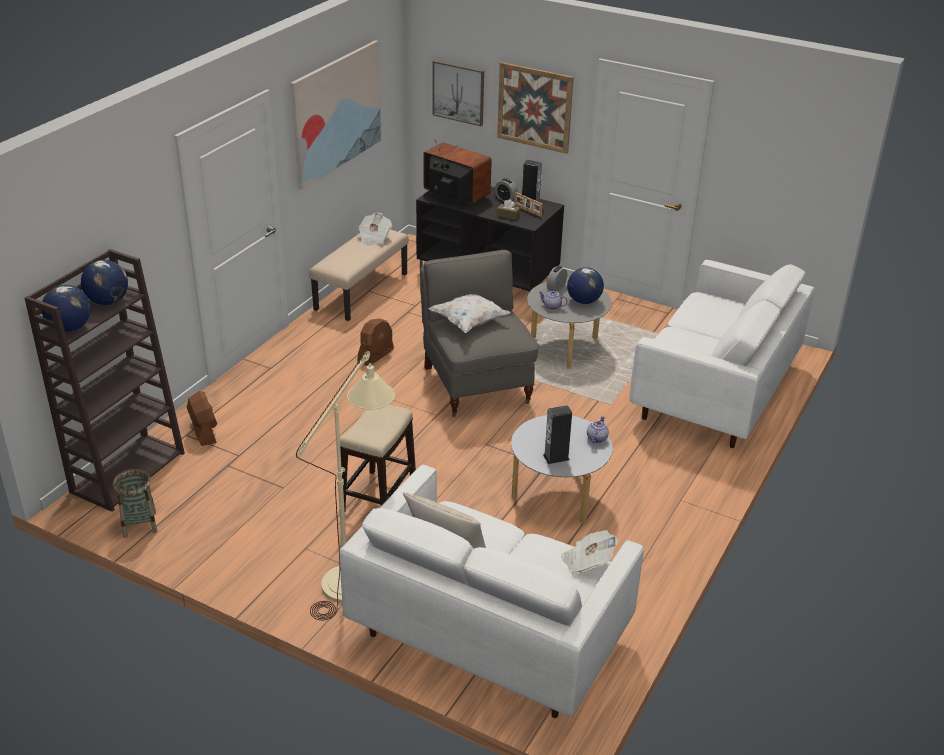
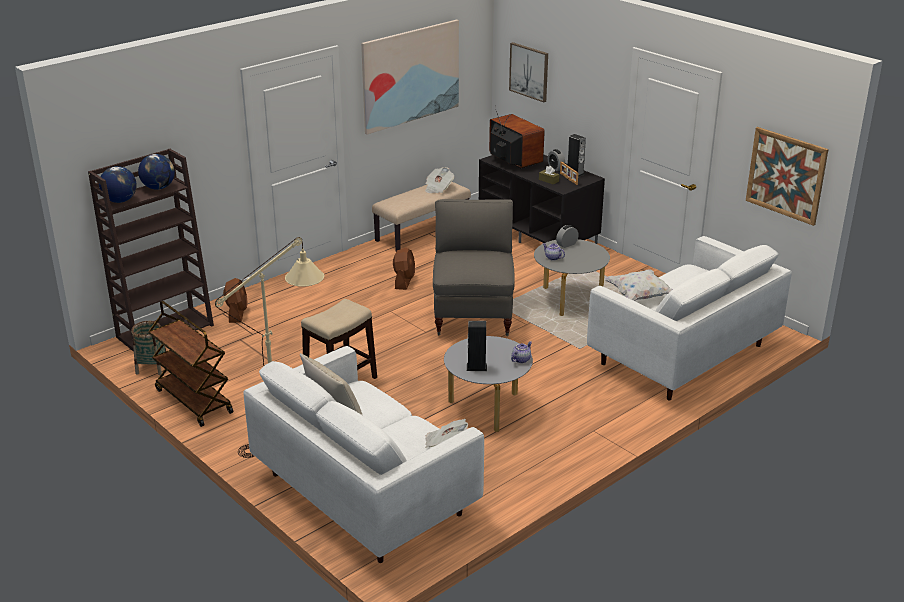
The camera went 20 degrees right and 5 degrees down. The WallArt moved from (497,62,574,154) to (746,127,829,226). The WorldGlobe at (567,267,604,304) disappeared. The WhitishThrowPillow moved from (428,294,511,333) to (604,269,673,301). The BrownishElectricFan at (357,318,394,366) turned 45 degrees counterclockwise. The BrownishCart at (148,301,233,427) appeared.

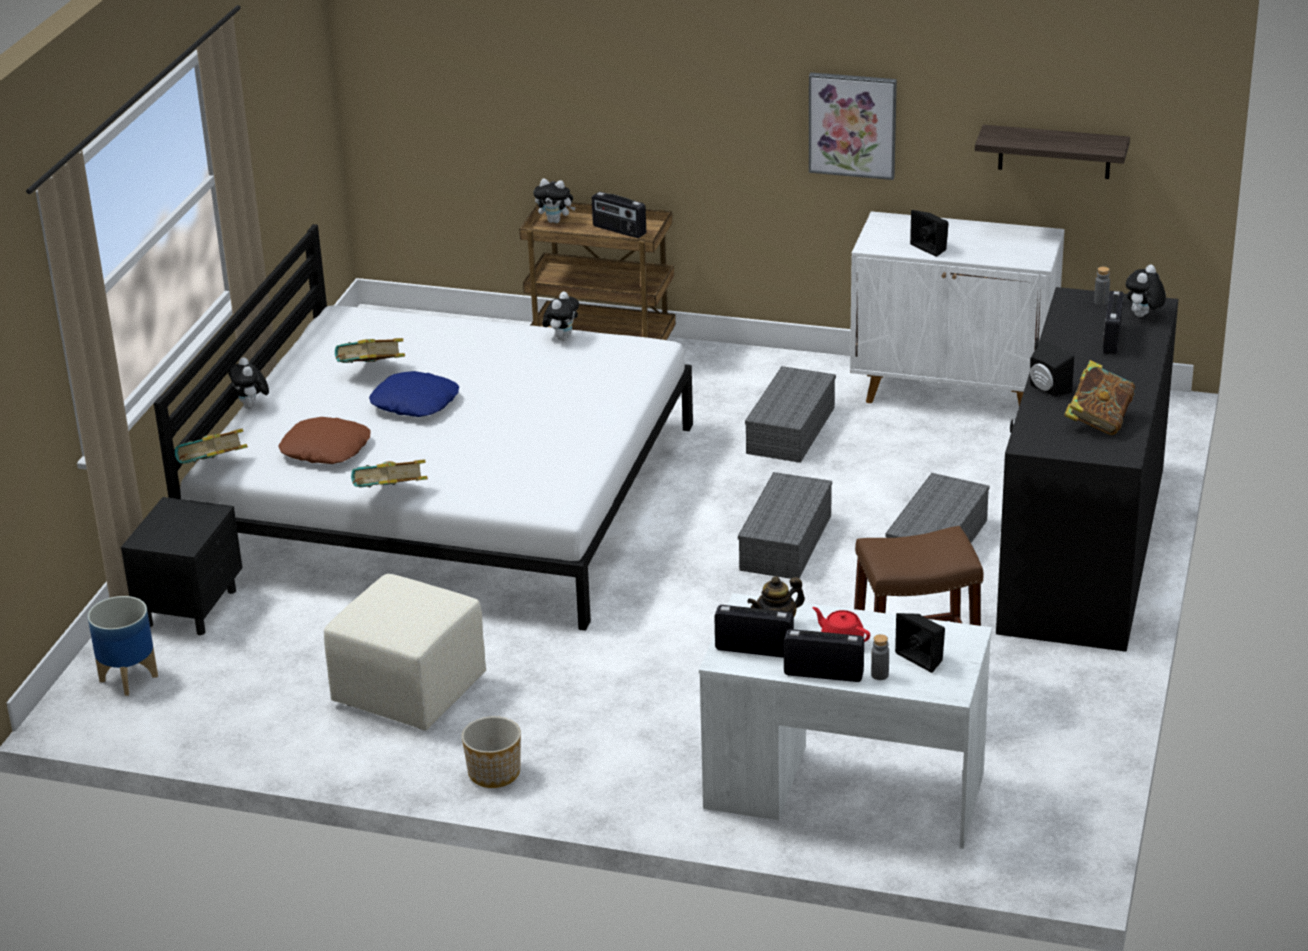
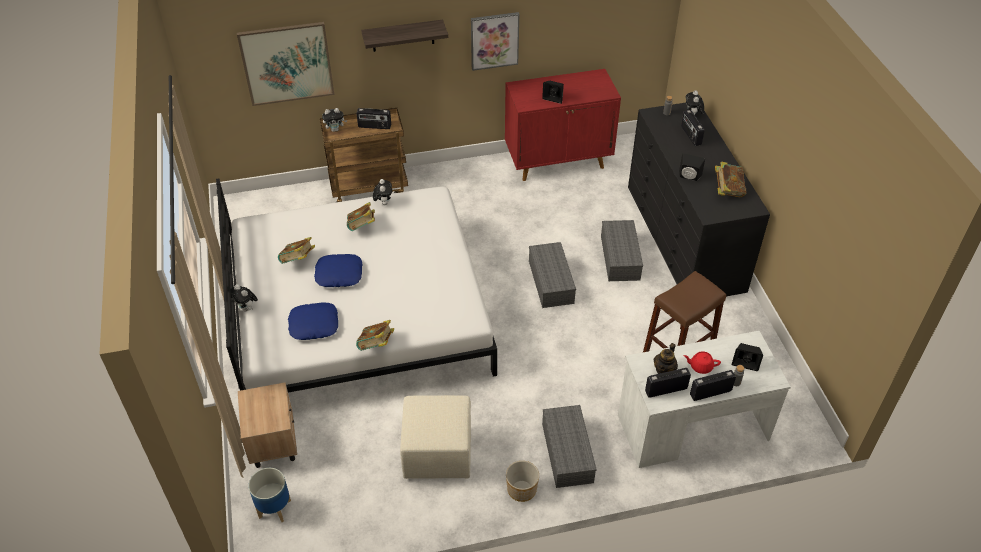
The camera went 30 degrees left and 15 degrees up. The WallShelf moved from (975,125,1130,179) to (361,20,448,52). The WhitishCabinet at (850,211,1065,406) became the RedCabinet at (505,69,621,181). The GrayStorageContainer moved from (745,366,836,463) to (542,405,597,488). The BrownishThrowPillow at (278,417,371,464) became the BluishThrowPillow at (288,303,338,340). The BoundBook moved from (175,429,248,464) to (347,202,375,231). The BlackColouredNightTable at (121,497,243,635) became the BeigeColouredNightTable at (238,383,297,468). The WallArt at (237,22,334,106) appeared.

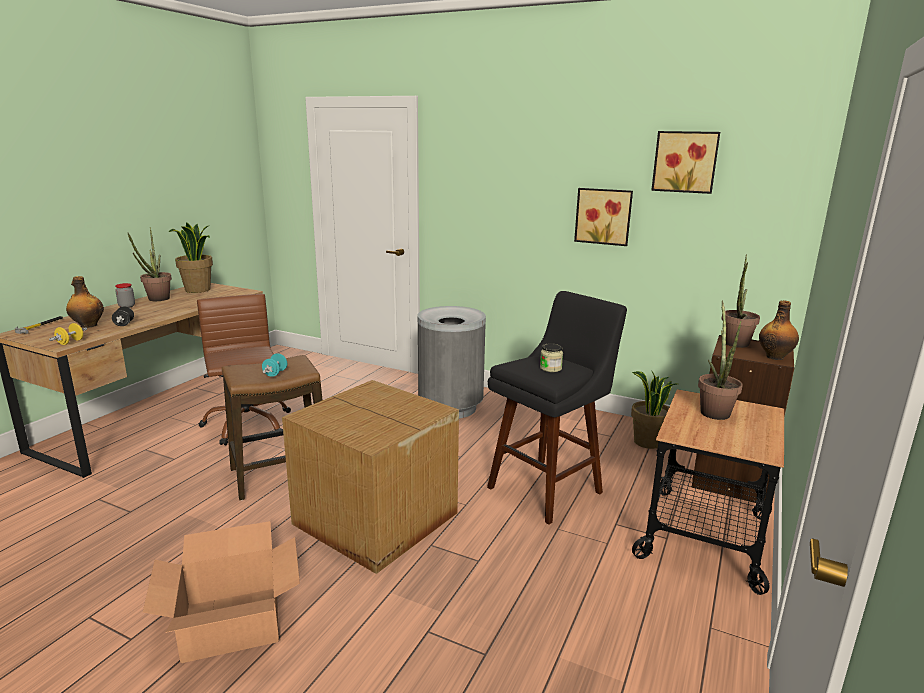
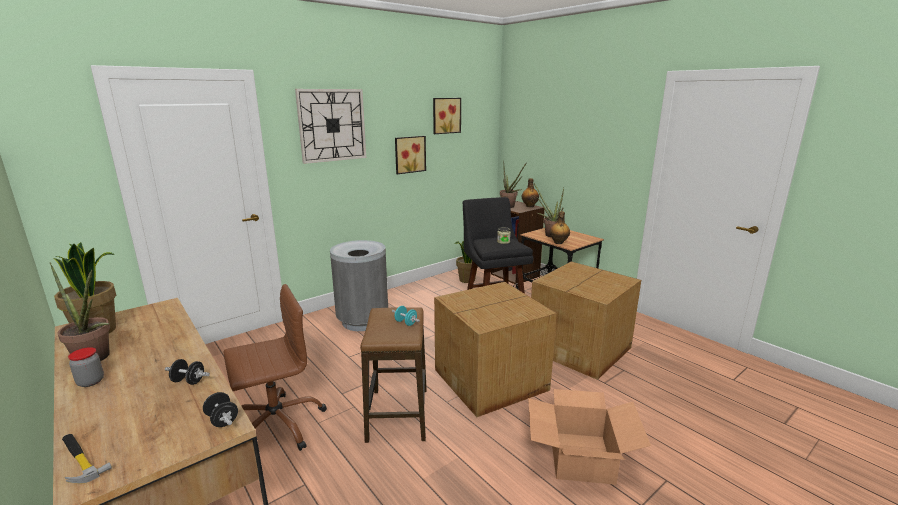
The camera went 65 degrees left and 0 degrees up. The DrinkBottle moved from (66,276,104,328) to (550,211,570,244). The BrownishOfficeChair at (197,294,291,445) turned 150 degrees clockwise. The YellowColouredDumbbell at (49,323,87,345) became the BlackColouredDumbbell at (203,392,238,427). The ClockOnTheWall at (295,89,366,164) appeared. The CardboardBox at (531,262,641,380) appeared.

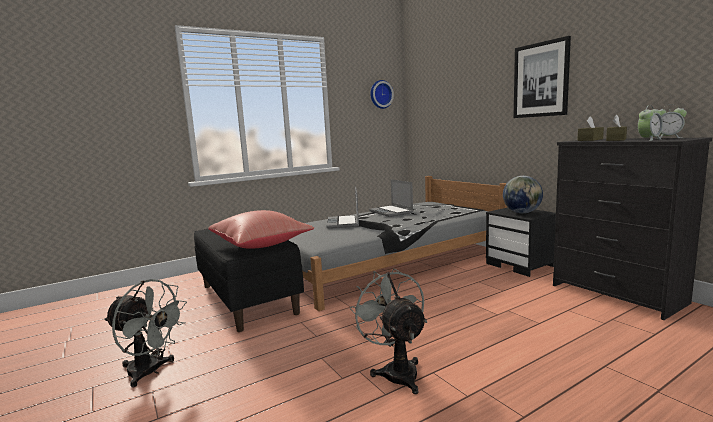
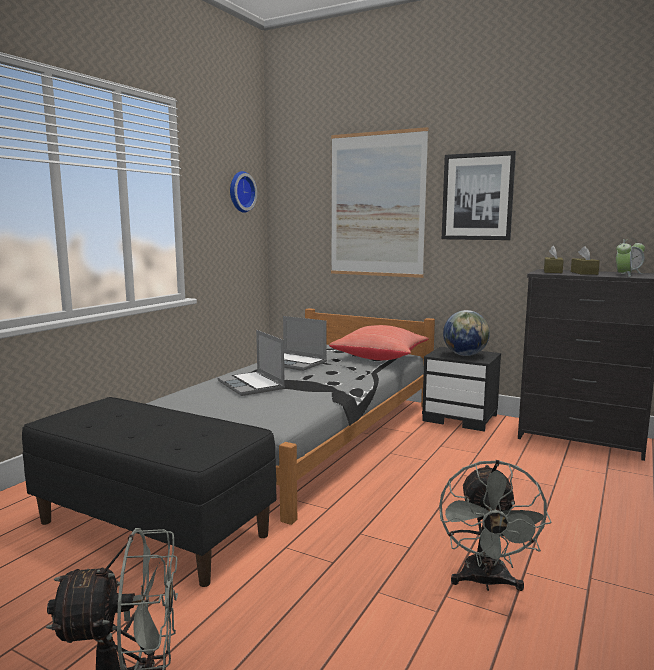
The camera went 30 degrees left and 0 degrees up. The RedThrowPillow moved from (208,210,314,249) to (329,325,429,360). The GrayElectricFan at (350,268,427,394) turned 120 degrees counterclockwise. The WallArt at (331,127,428,278) appeared.

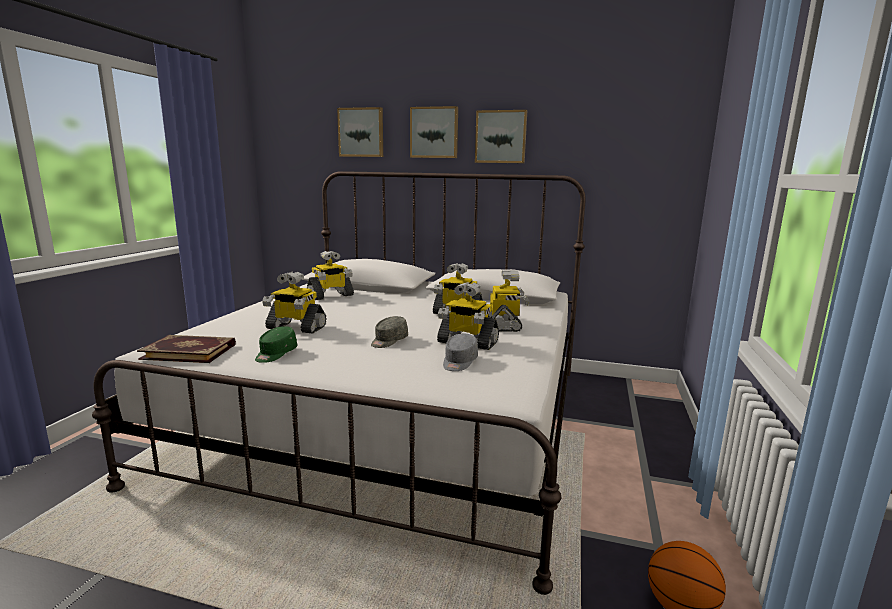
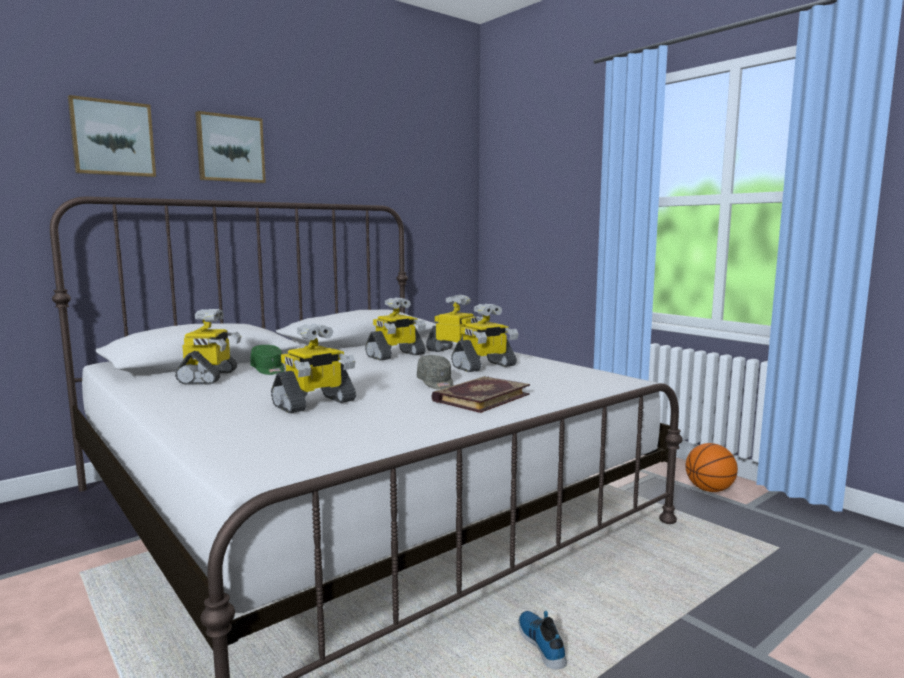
The camera went 55 degrees left and 5 degrees down. The WallArt at (475,110,527,163) disappeared. The GreenColouredCap moved from (255,326,297,363) to (250,345,285,375). The GrayCap at (443,334,478,371) disappeared. The BoundBook moved from (137,335,236,363) to (431,376,530,413). The ItemOfFootwear at (518,611,567,669) appeared.

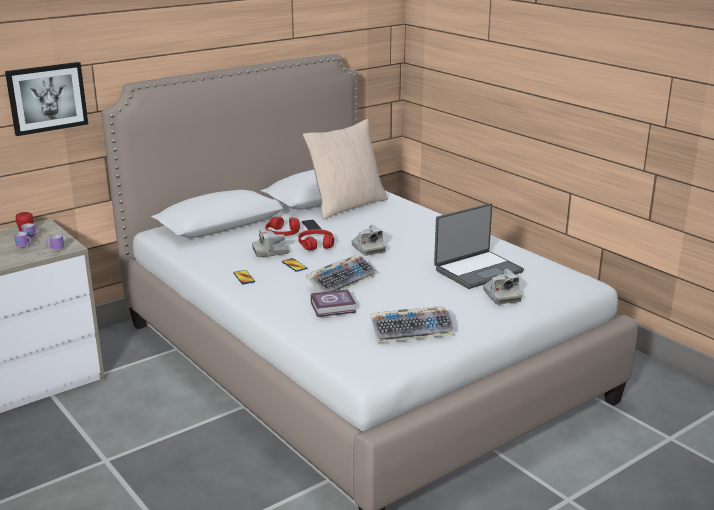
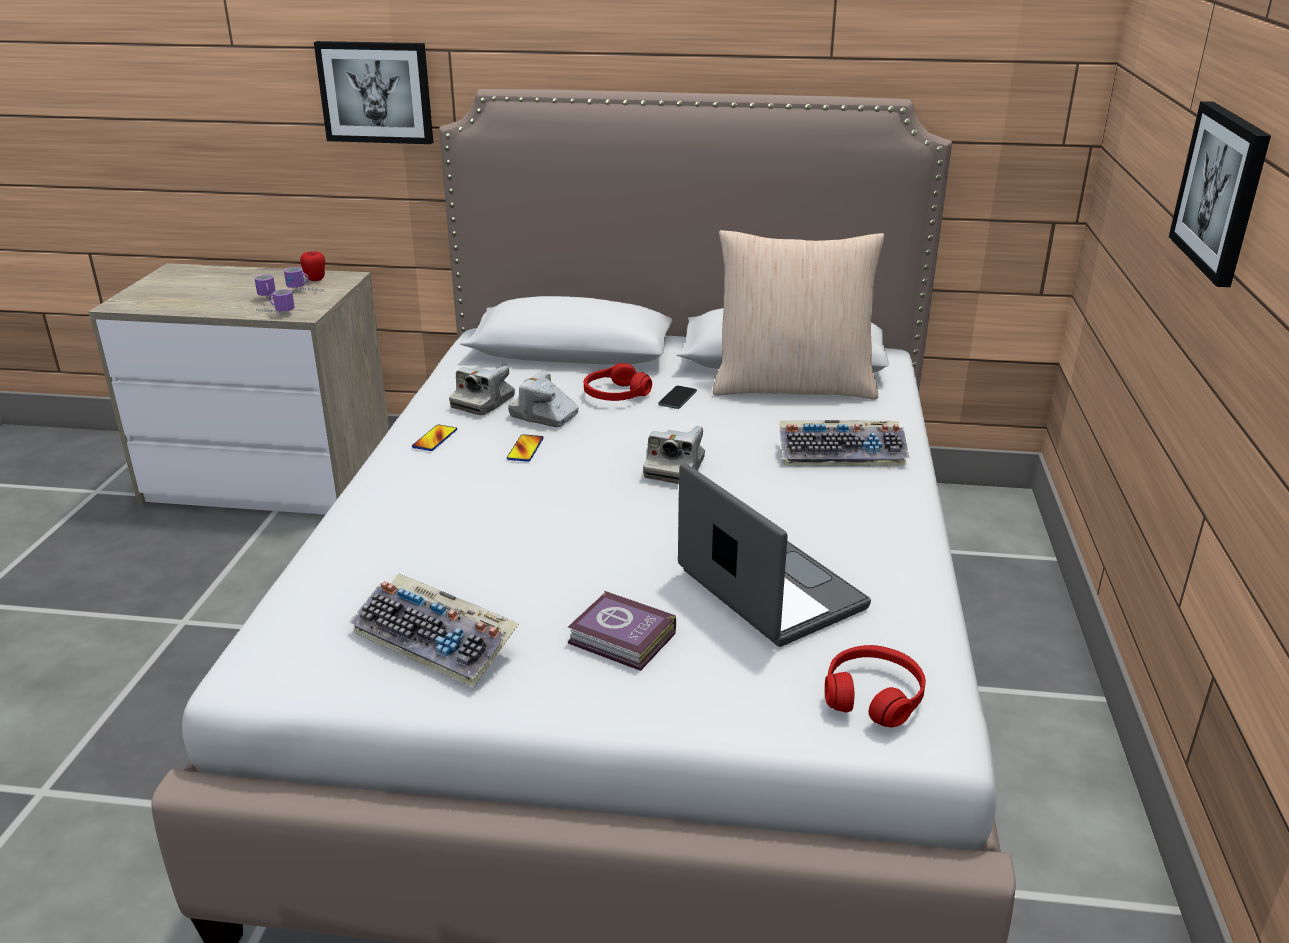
The camera went 45 degrees right and 5 degrees up. The Laptop at (434,203,524,289) turned 135 degrees counterclockwise. The RedPairOfHeadphones moved from (298,229,334,250) to (825,645,926,727). The PcKeyboard moved from (305,255,377,292) to (780,420,909,466). The StillCamera moved from (483,269,522,305) to (449,366,515,415). The BoundBook moved from (310,289,356,317) to (568,591,676,671). The WallArt at (1169,101,1271,287) appeared.

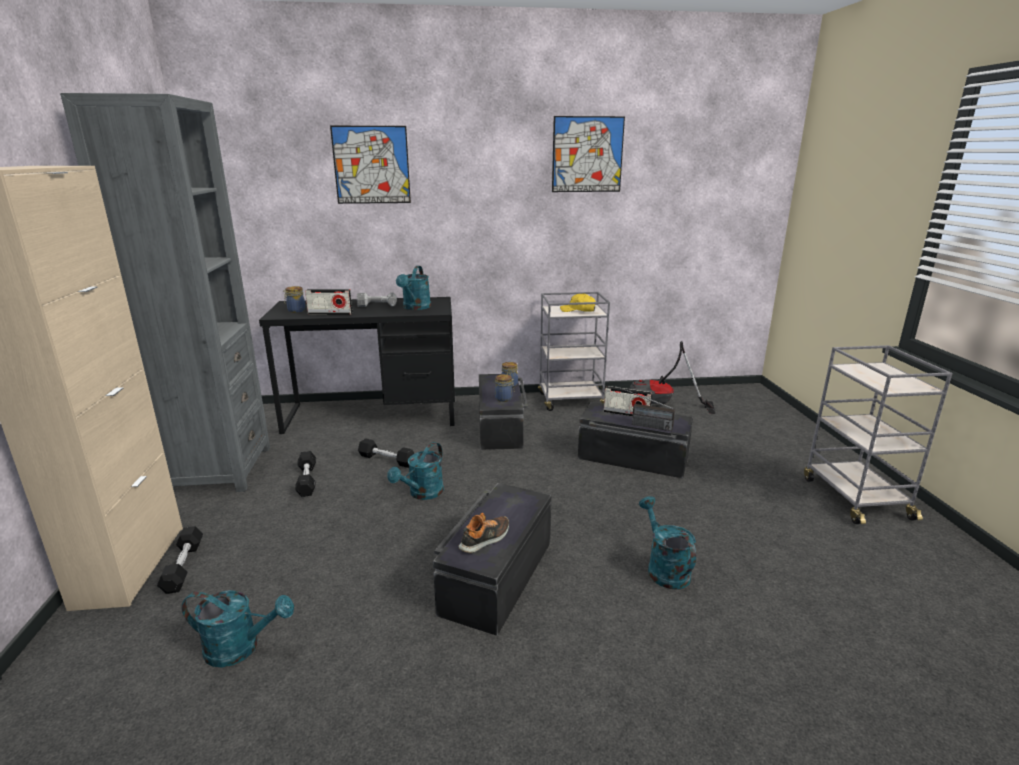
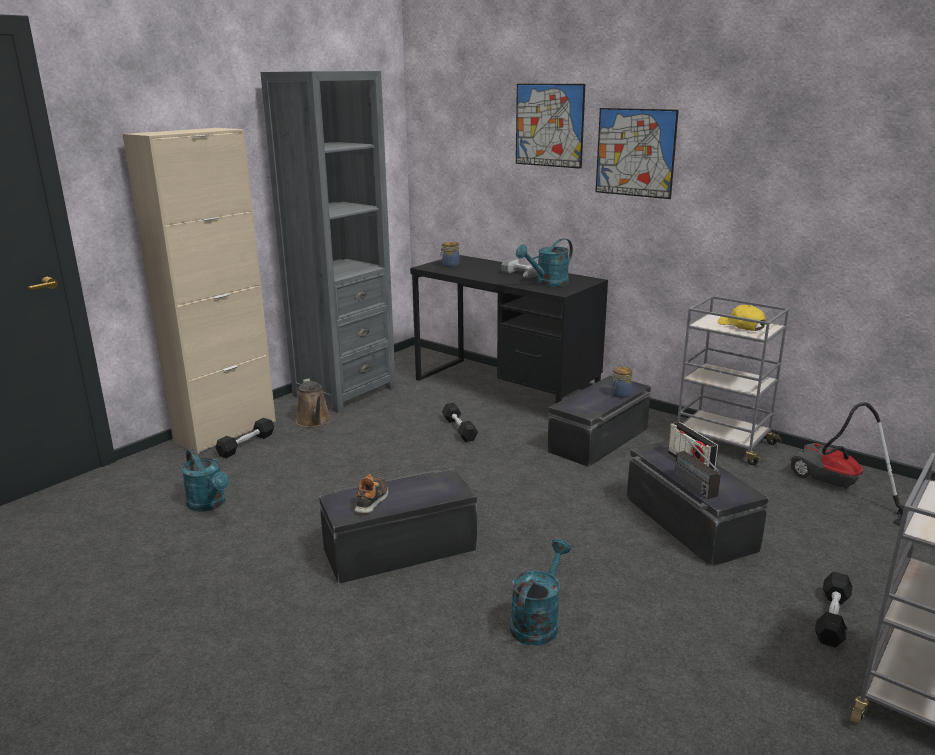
The camera went 45 degrees right and 0 degrees up. The WallArt moved from (552,116,625,192) to (596,108,679,199). The Radio at (305,289,353,315) disappeared. The PreserveJar at (495,374,515,402) disappeared. The TurquoiseSprinklingCan at (387,442,444,500) disappeared. The BlackColouredDumbbell moved from (295,451,316,497) to (815,571,853,648). The ItemOfFootwear at (458,513,509,553) turned 75 degrees counterclockwise. The BrownishSprinklingCan at (296,379,331,427) appeared.

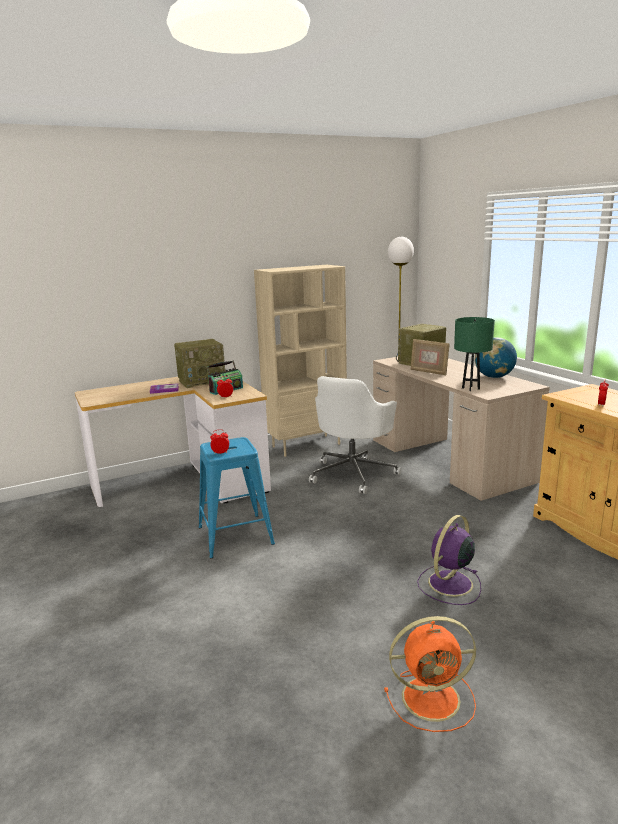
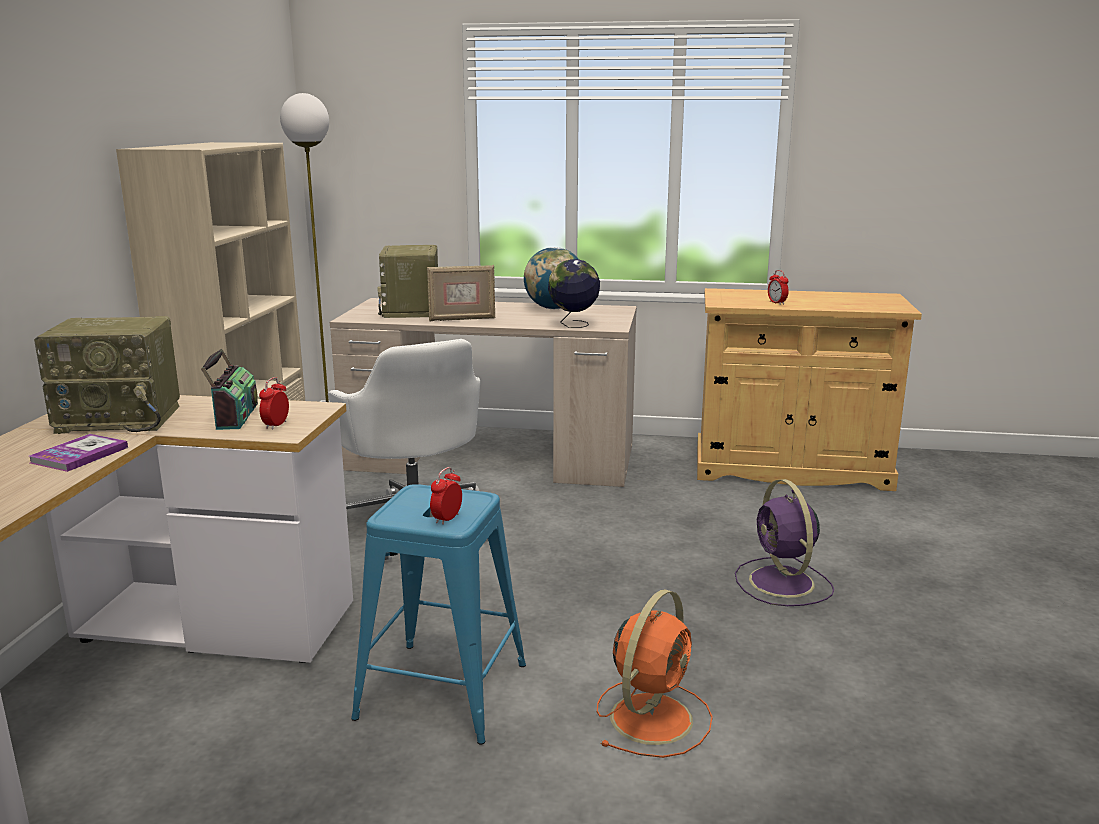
The camera went 55 degrees left and 0 degrees up. The GreenColouredTableLamp at (454,317,495,391) was replaced by the WorldGlobe at (548,259,600,328). The Radio at (174,339,225,388) turned 75 degrees clockwise. The OrangeColouredElectricFan moved from (384,616,476,732) to (597,589,713,758).

